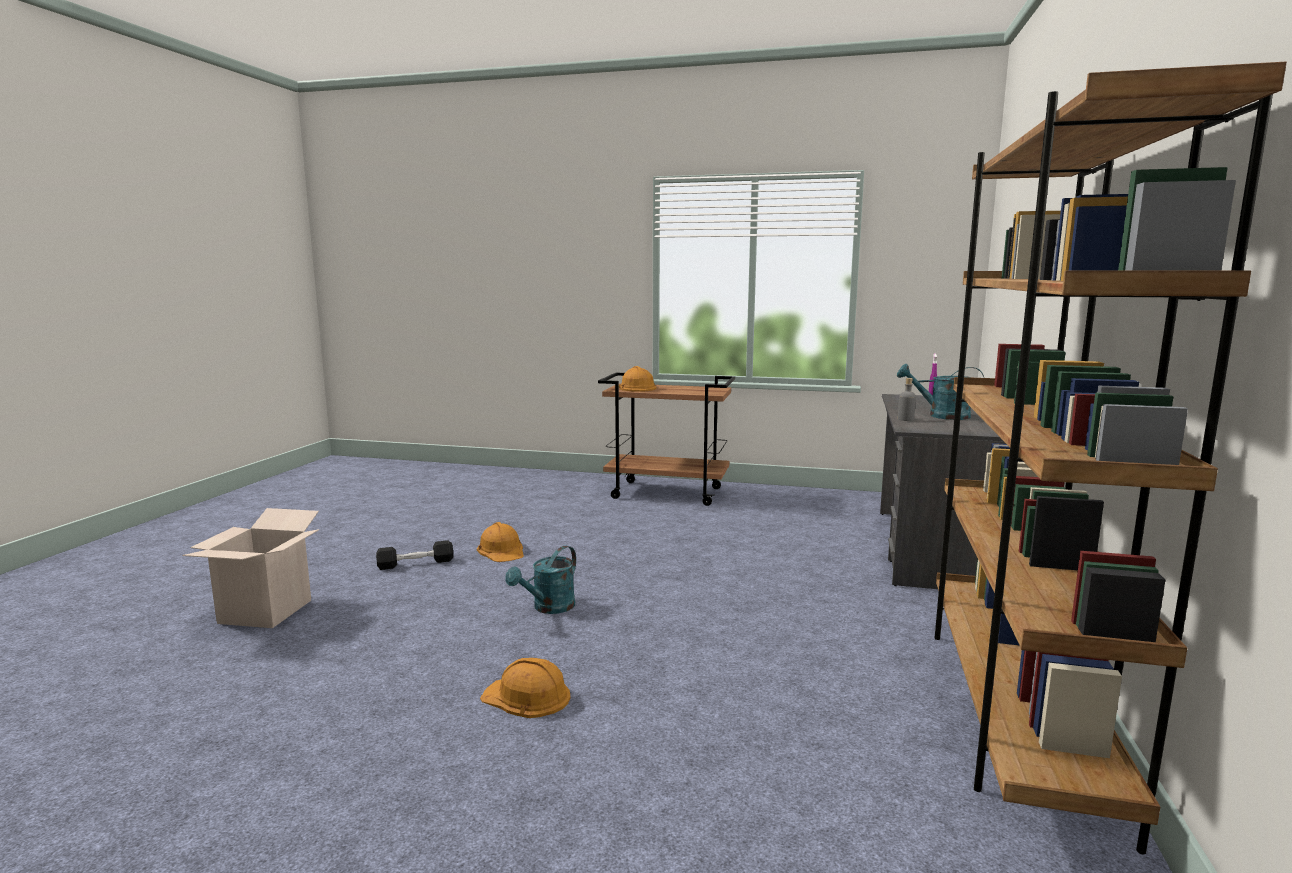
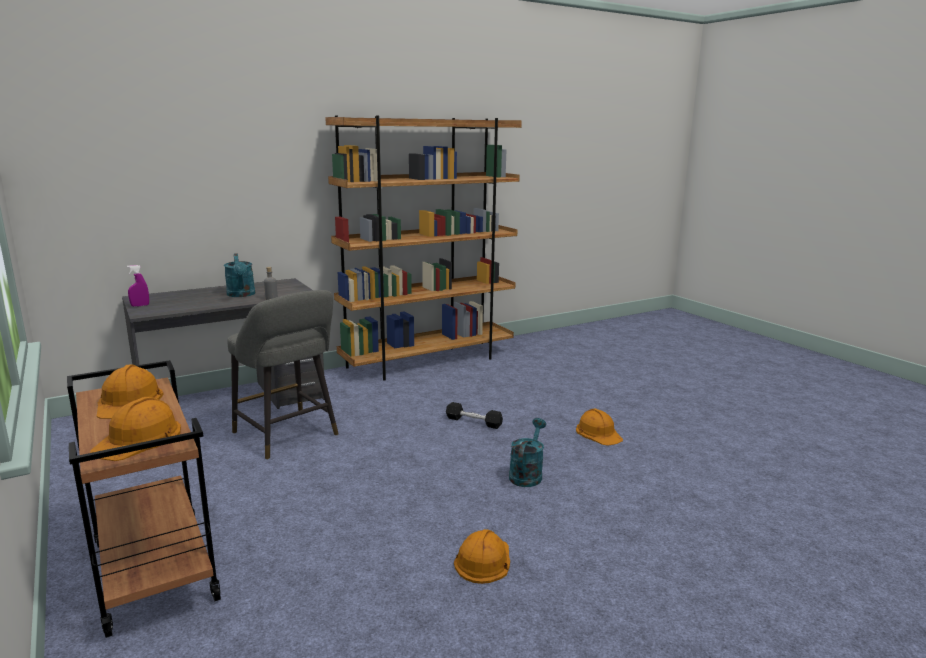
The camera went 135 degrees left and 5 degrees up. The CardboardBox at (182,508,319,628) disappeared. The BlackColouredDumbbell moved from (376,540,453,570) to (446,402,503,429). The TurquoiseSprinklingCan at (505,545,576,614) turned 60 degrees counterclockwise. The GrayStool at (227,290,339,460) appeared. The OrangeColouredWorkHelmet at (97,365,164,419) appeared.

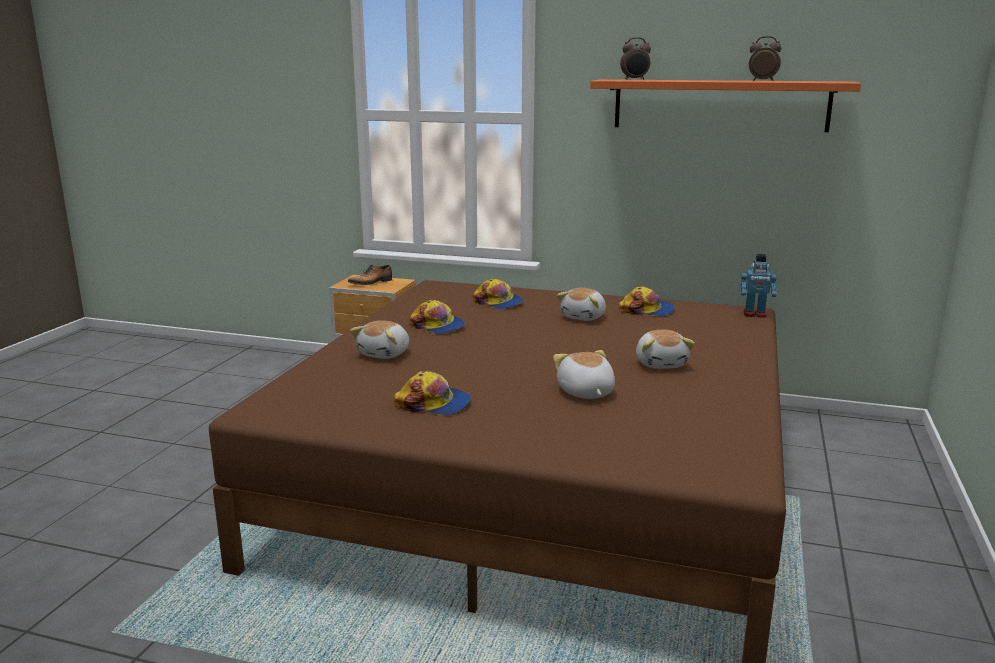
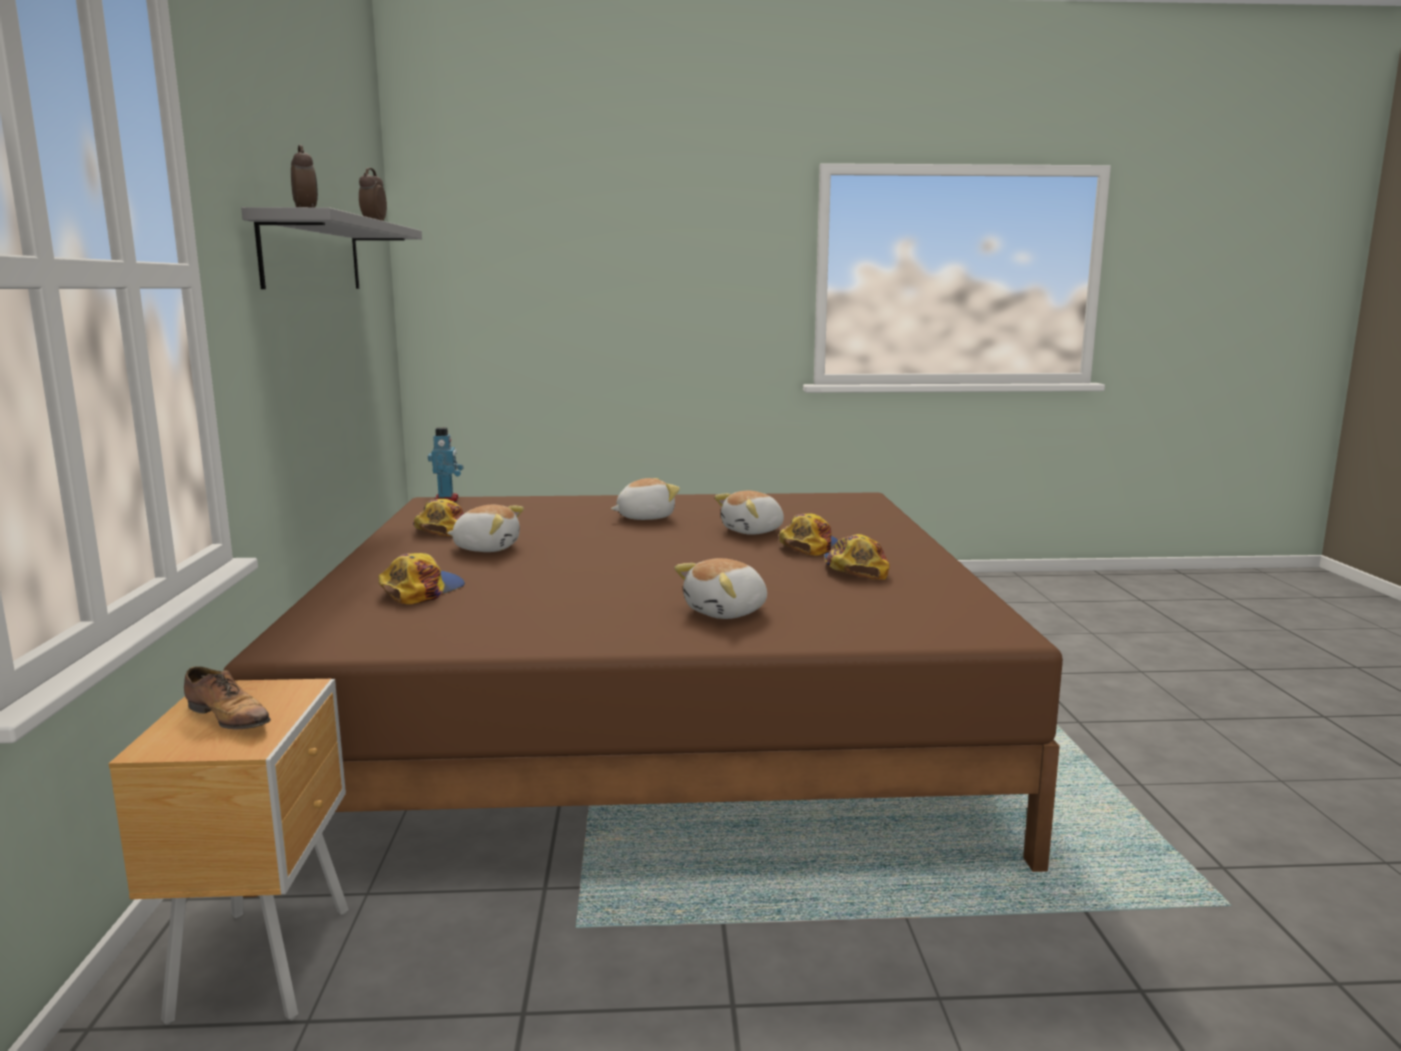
The camera went 110 degrees left and 5 degrees down. The OrangeColouredWallShelf at (590,79,861,132) became the GrayWallShelf at (241,207,422,289). The Cap moved from (410,300,465,334) to (779,514,838,556). The CuddlyToy at (350,320,409,359) turned 135 degrees clockwise.

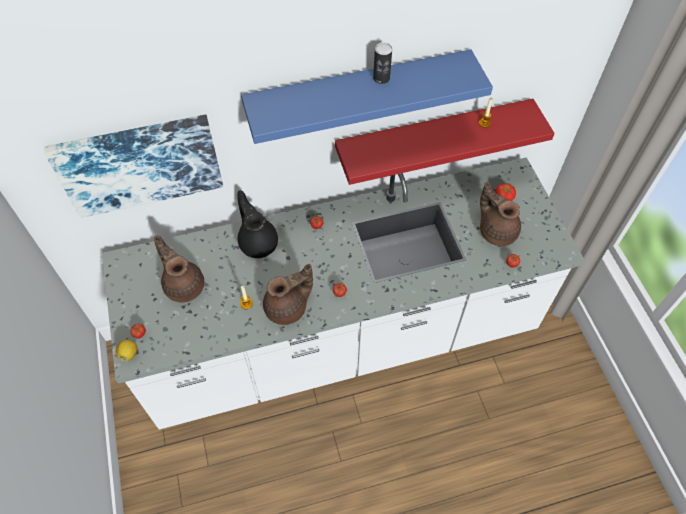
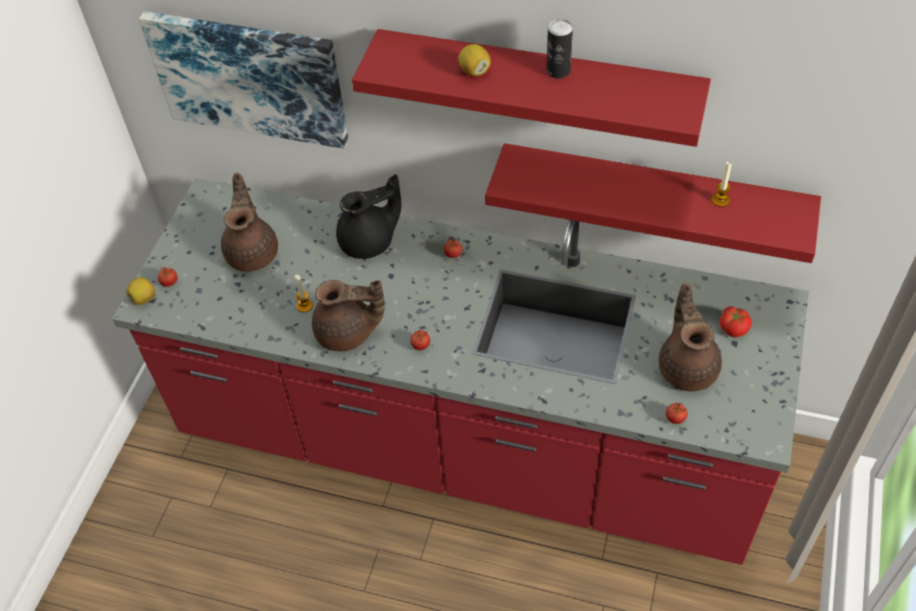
The camera went 35 degrees right and 5 degrees down. The BluishWallShelf at (241,49,493,144) became the RedWallShelf at (352,29,711,147). The WhitishKitchenBaseUnit at (102,157,585,430) became the RedKitchenBaseUnit at (112,178,809,565). The BlackColouredPotForTea at (237,190,278,258) turned 60 degrees clockwise. The CitrusFruit at (458,44,491,76) appeared.

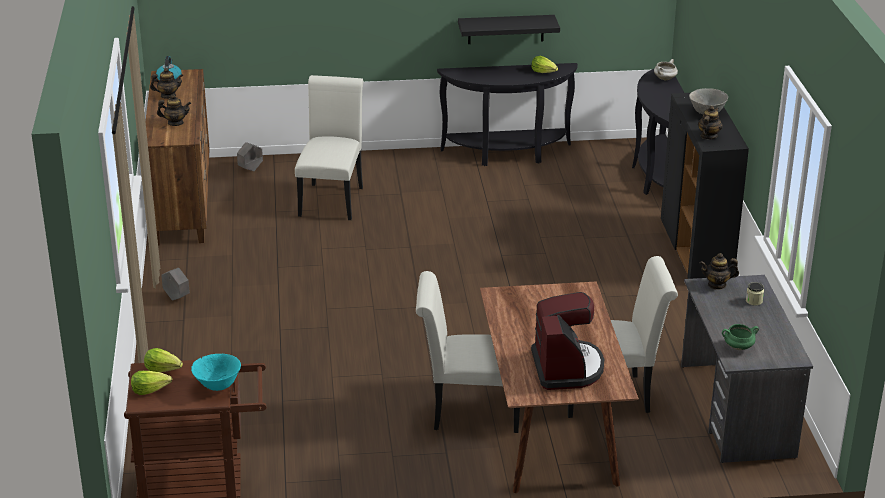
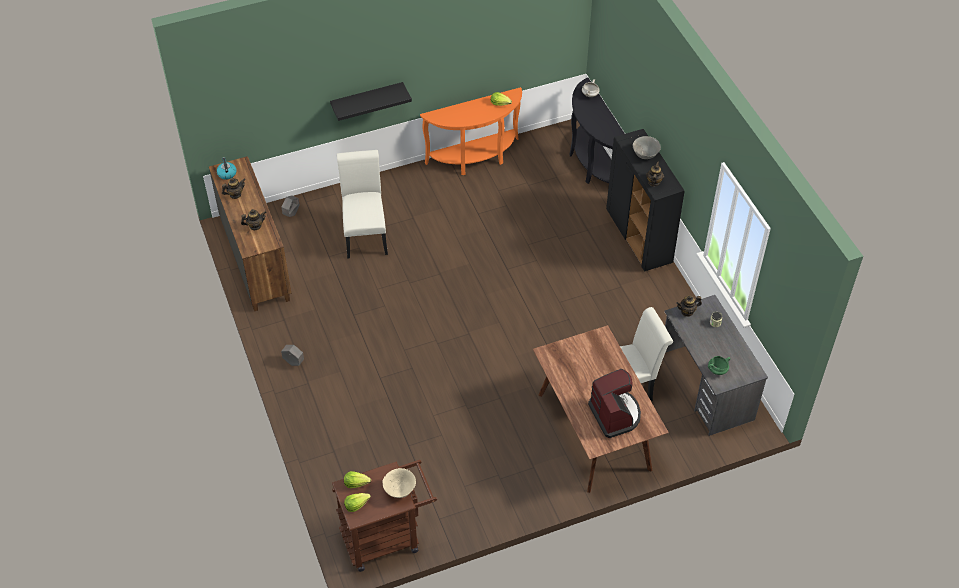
The camera went 15 degrees left and 20 degrees up. The BlackColouredWallShelf moved from (458,15,560,44) to (330,82,412,121). The BlackColouredHallTable at (437,63,578,166) became the OrangeColouredHallTable at (420,87,522,175). The WhitishUprightChair at (416,271,520,433) disappeared. The TurquoiseDeepDish at (191,354,241,391) became the BeigeColouredDeepDish at (382,468,416,498).

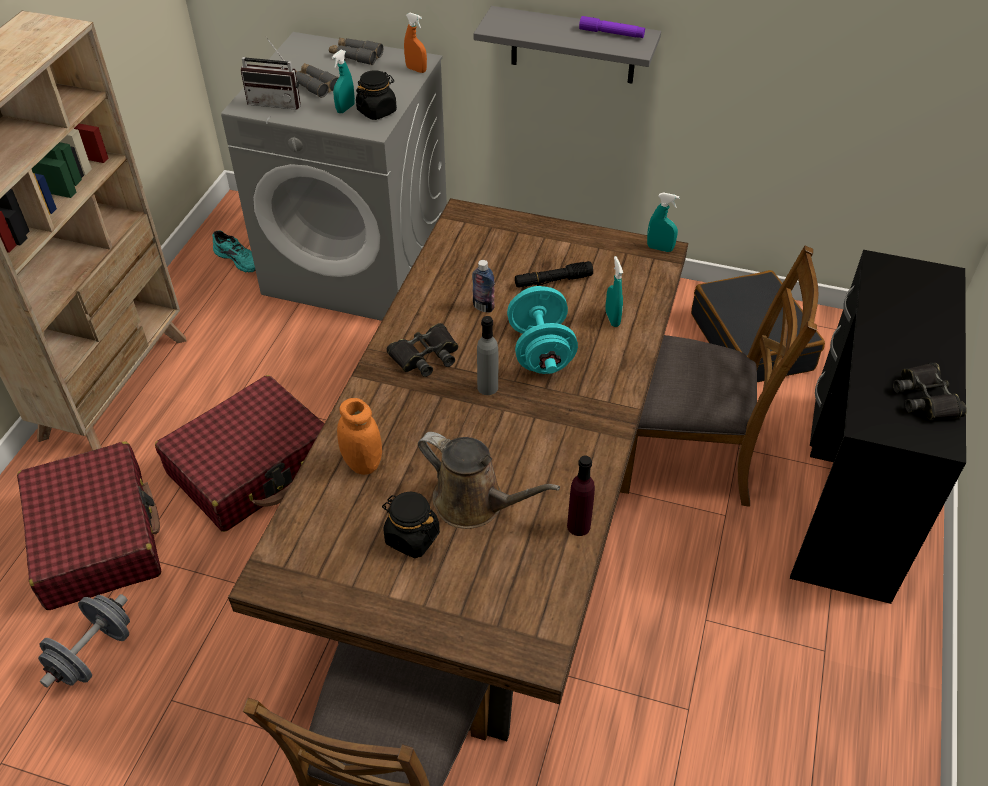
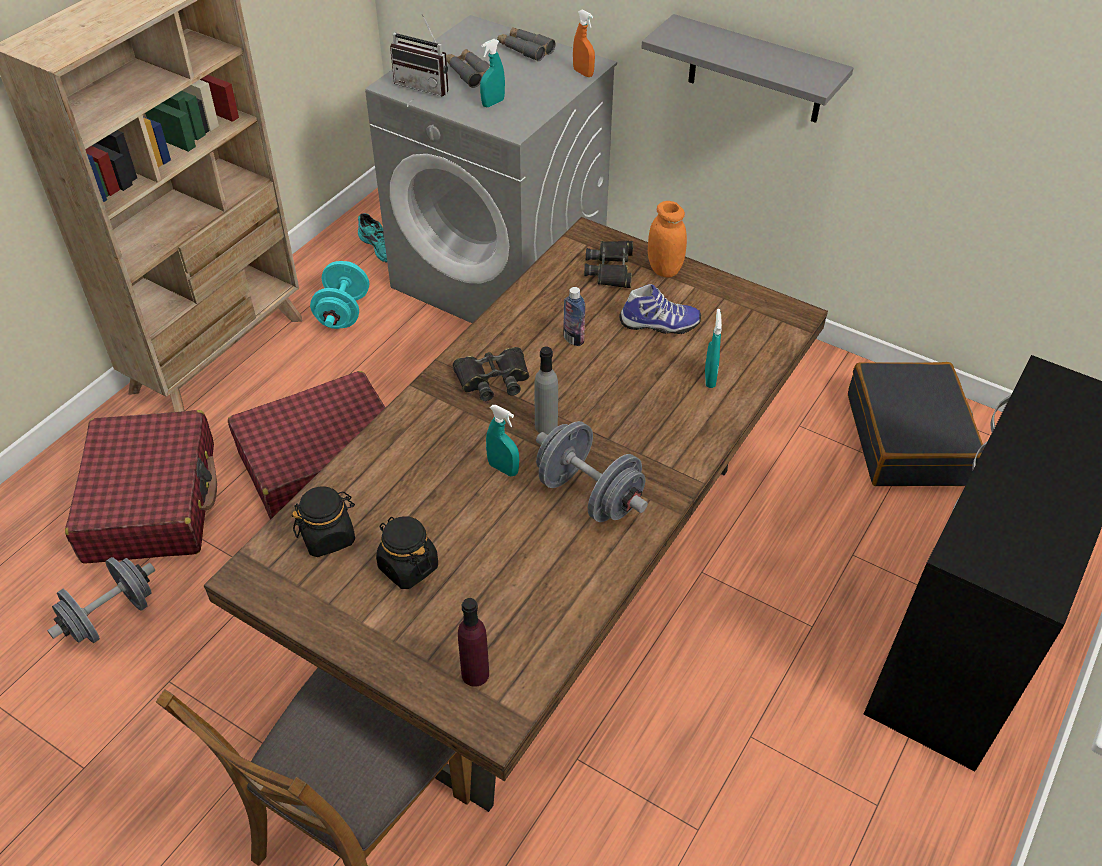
The camera went 15 degrees right and 0 degrees up. The PurplishFlashlight at (579,16,645,38) disappeared. The BlackColouredPreserveJar moved from (356,70,397,120) to (292,487,355,557). The TurquoiseHandSprayer moved from (647,192,680,252) to (486,405,519,477). The BrownishUprightChair at (620,246,818,507) disappeared. The BlackColouredFlashlight at (515,261,593,287) was replaced by the ItemOfFootwear at (619,284,701,334). The TurquoiseDumbbell moved from (507,286,578,374) to (310,261,369,329). The BlackColouredFieldGlasses moved from (893,362,967,420) to (584,241,633,288). The OrangeColouredPreserveJar moved from (337,398,382,475) to (648,201,687,278). The BrownishSprinklingCan at (418,432,560,529) disappeared. The PurplishDrinkBottle moved from (567,456,595,536) to (458,598,489,687). The GrayDumbbell at (536,421,648,522) appeared.

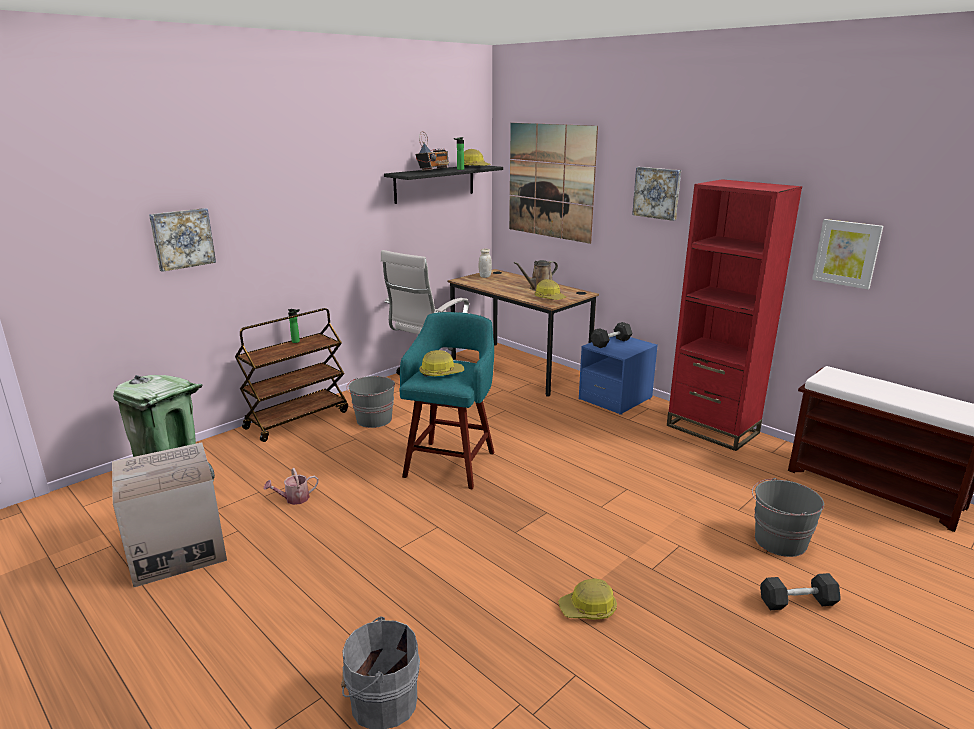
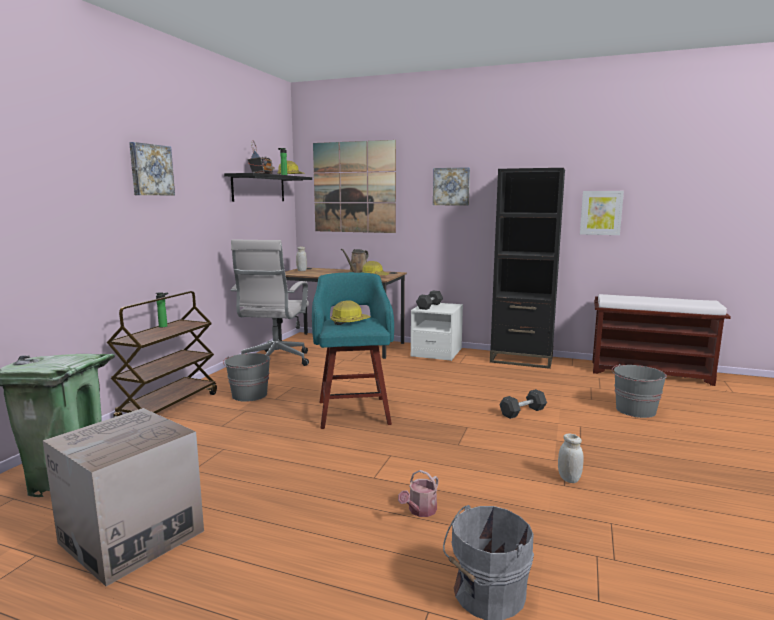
The camera went 25 degrees left and 10 degrees down. The RedBookcase at (667,179,802,451) became the BlackColouredBookcase at (490,168,565,369). The WallArt moved from (149,208,216,272) to (129,142,175,195). The BluishNightTable at (579,336,658,415) became the WhitishNightTable at (411,303,463,361). The SprinklingCan moved from (264,468,318,505) to (398,470,439,517). The GrayDumbbell moved from (760,573,840,610) to (499,389,547,419). The WorkHelmet at (558,578,617,619) was replaced by the WhitishPreserveJar at (558,433,584,483).

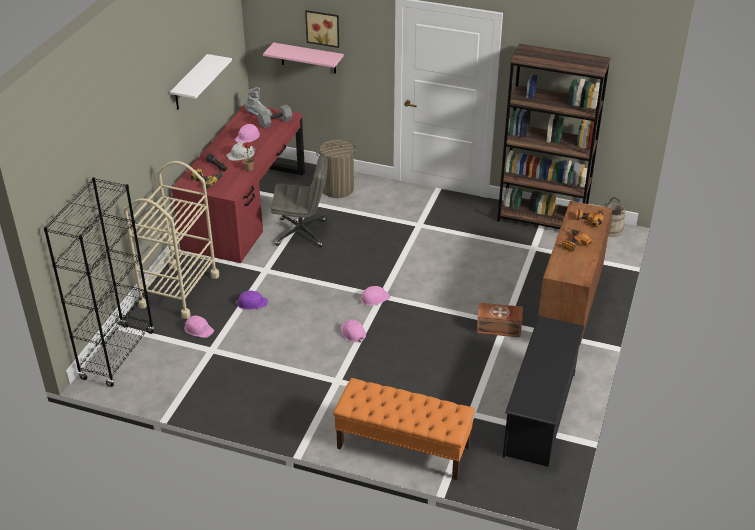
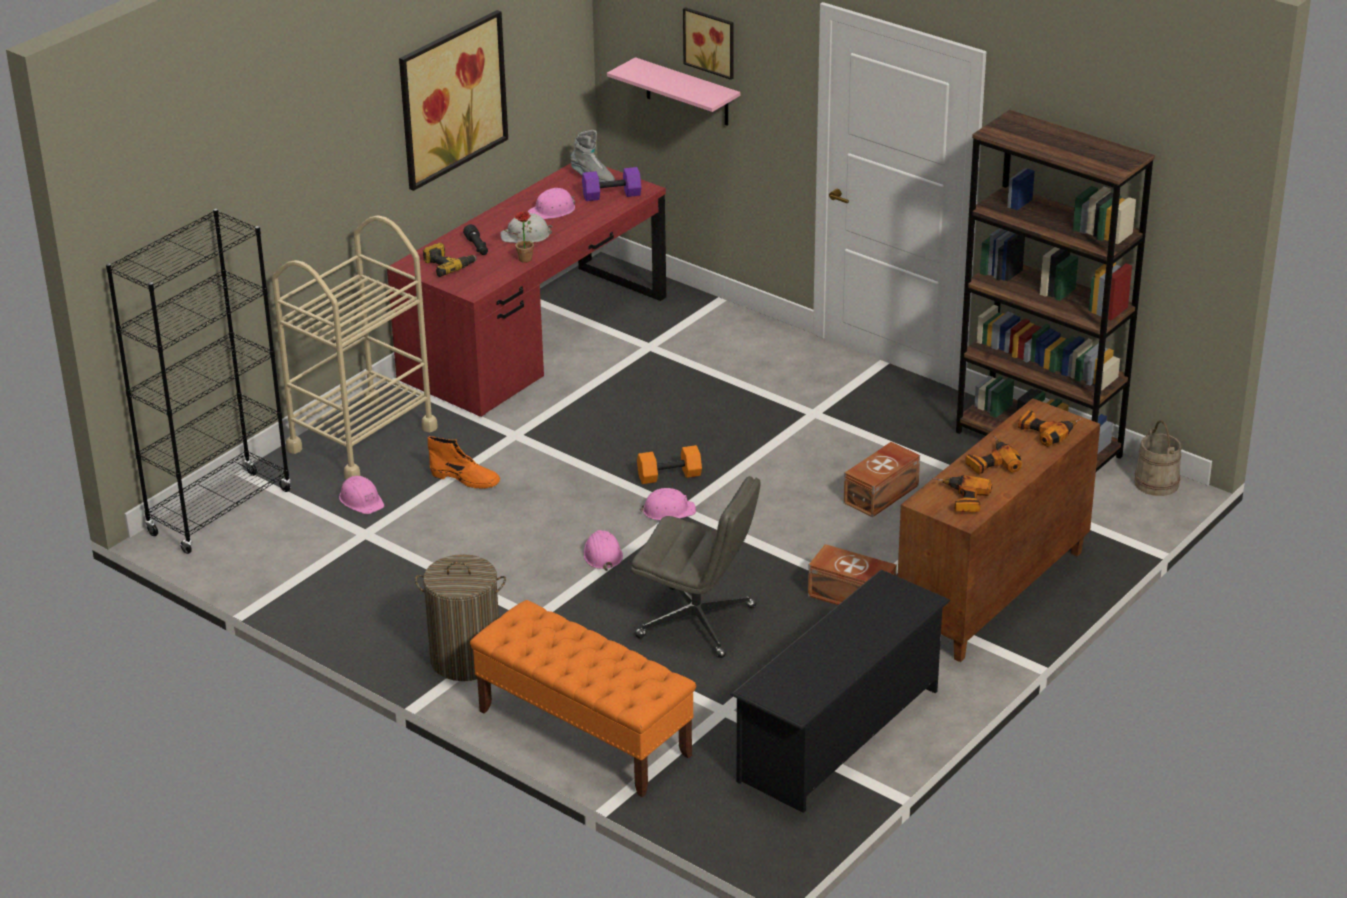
The camera went 20 degrees right and 5 degrees down. The WhitishWallShelf at (170,54,232,110) was replaced by the WallArt at (399,10,508,191). The GrayDumbbell at (258,105,293,129) became the PurplishDumbbell at (582,167,641,201). The LaundryBasket moved from (316,140,357,198) to (415,554,506,681). The GrayOfficeChair moved from (271,155,328,247) to (631,476,761,658). The PurplishWorkHelmet at (235,291,268,310) was replaced by the OrangeColouredBoot at (428,436,500,489). The BrownishStorageContainer at (844,442,920,517) appeared. The OrangeColouredDumbbell at (637,445,702,484) appeared. The PowerDrill at (932,475,992,512) appeared.

